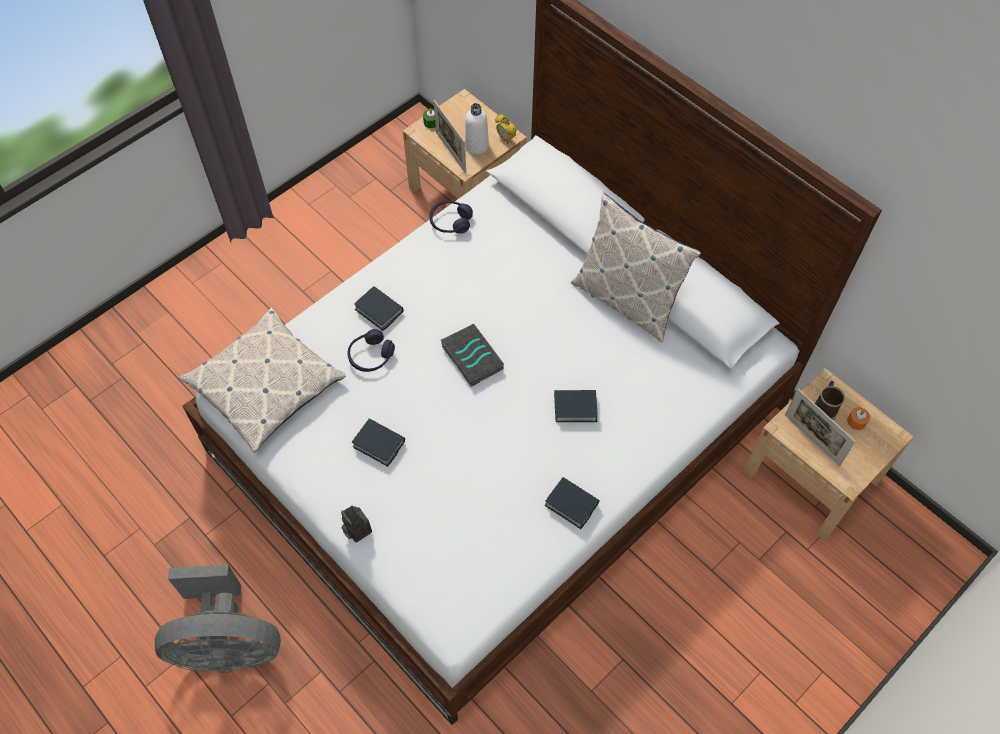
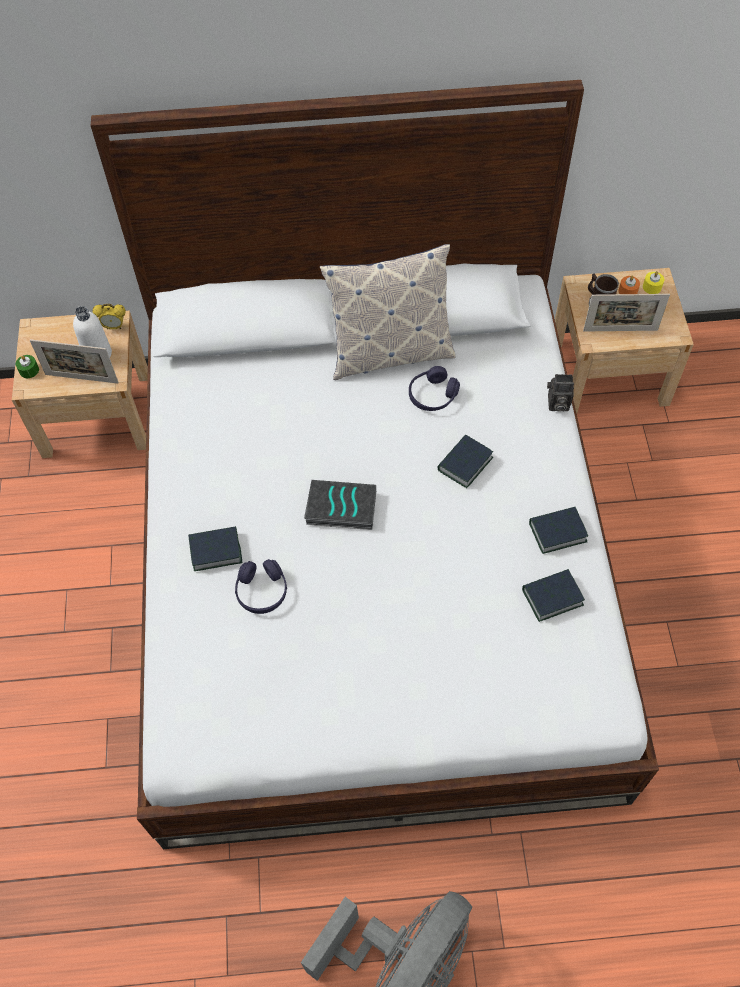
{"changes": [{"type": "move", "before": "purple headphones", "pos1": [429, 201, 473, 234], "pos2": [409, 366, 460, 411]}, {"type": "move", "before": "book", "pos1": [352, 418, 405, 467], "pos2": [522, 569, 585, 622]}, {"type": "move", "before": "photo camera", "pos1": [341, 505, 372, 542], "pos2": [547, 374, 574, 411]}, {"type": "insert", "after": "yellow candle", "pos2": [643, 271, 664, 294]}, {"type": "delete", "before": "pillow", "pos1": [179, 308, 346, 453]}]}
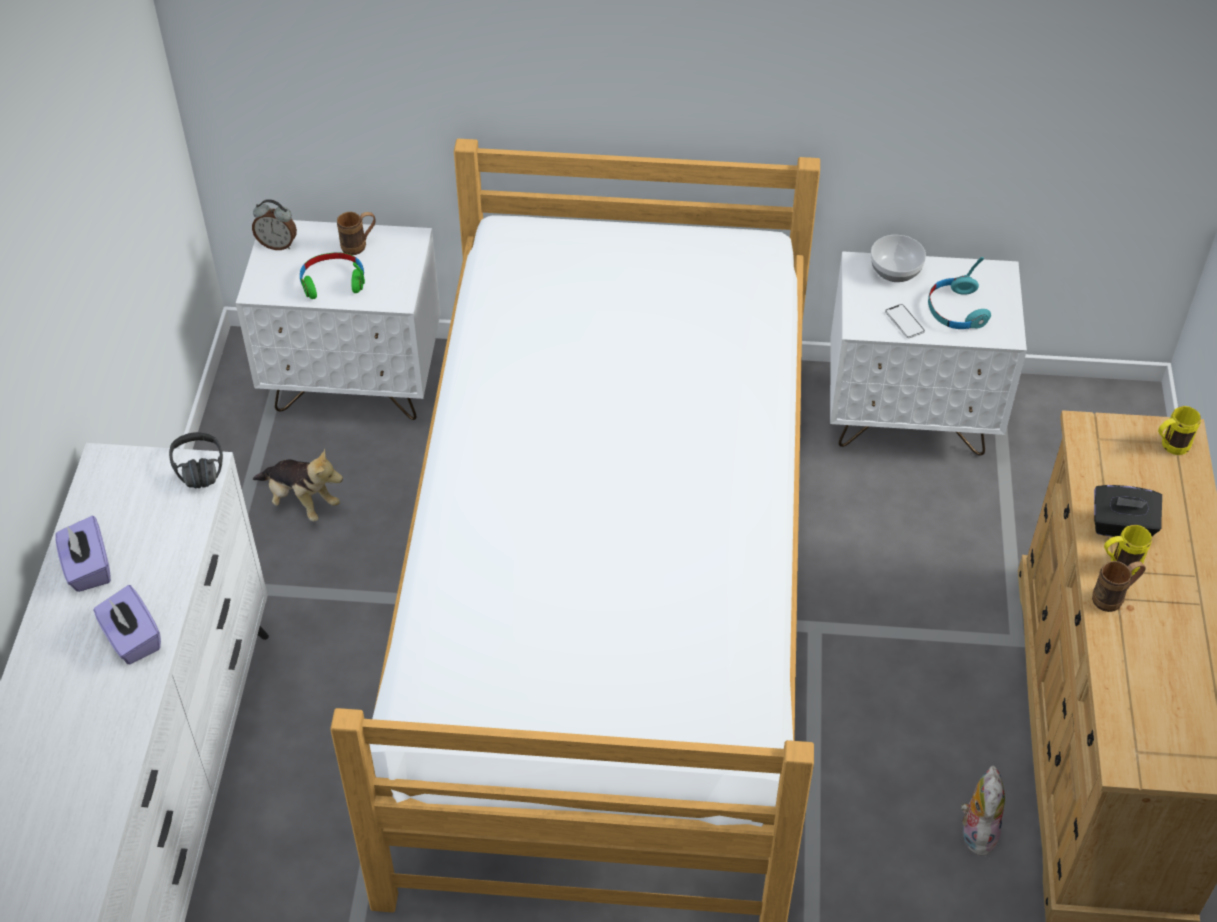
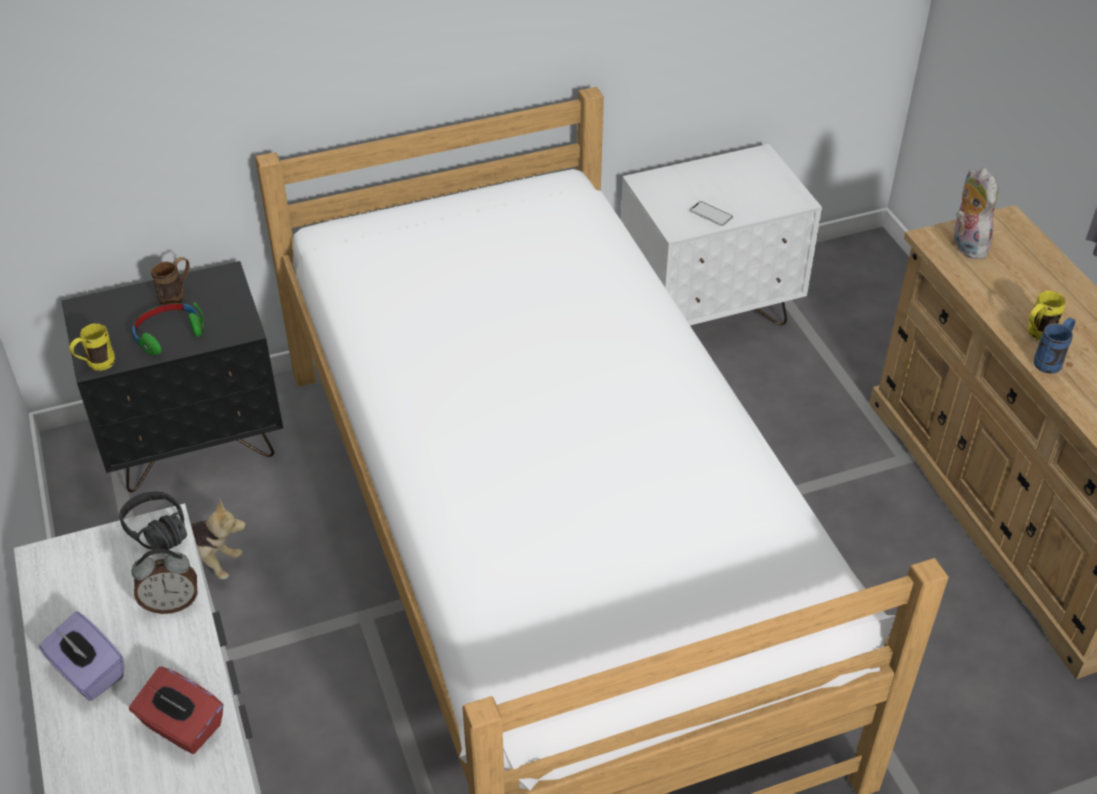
{"changes": [{"type": "recolor", "before": "white nightstand", "after": "black nightstand", "pos1": [236, 220, 441, 420], "pos2": [62, 261, 283, 492]}, {"type": "move", "before": "yellow mug", "pos1": [1158, 406, 1201, 455], "pos2": [69, 323, 115, 371]}, {"type": "recolor", "before": "purple tissue box", "after": "red tissue box", "pos1": [93, 585, 161, 664], "pos2": [129, 667, 223, 754]}, {"type": "move", "before": "alarm clock", "pos1": [252, 199, 297, 250], "pos2": [132, 549, 197, 614]}, {"type": "move", "before": "plush toy", "pos1": [961, 765, 1005, 856], "pos2": [953, 168, 998, 259]}, {"type": "recolor", "before": "brown mug", "after": "blue mug", "pos1": [1092, 561, 1145, 612], "pos2": [1034, 318, 1075, 374]}, {"type": "delete", "before": "bowl", "pos1": [871, 235, 926, 282]}, {"type": "delete", "before": "turquoise headphones", "pos1": [928, 257, 991, 329]}, {"type": "delete", "before": "black tissue box", "pos1": [1094, 485, 1162, 537]}]}
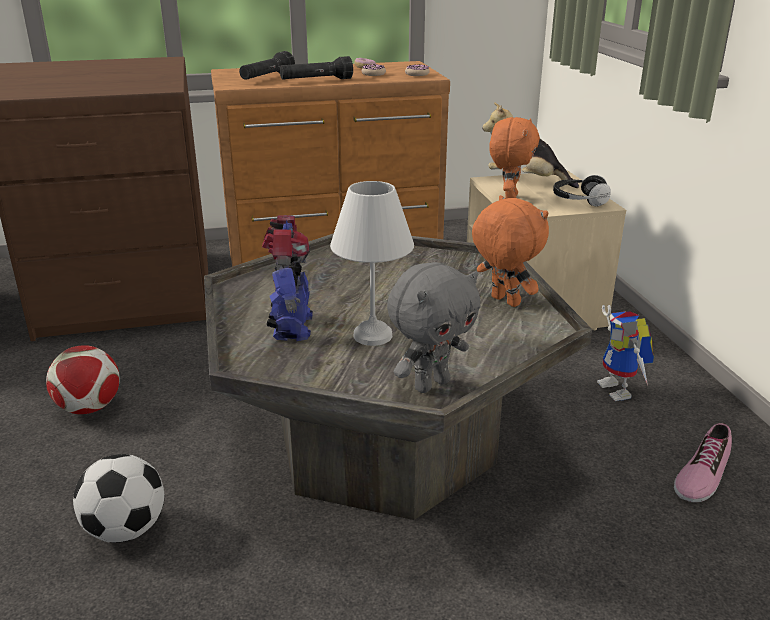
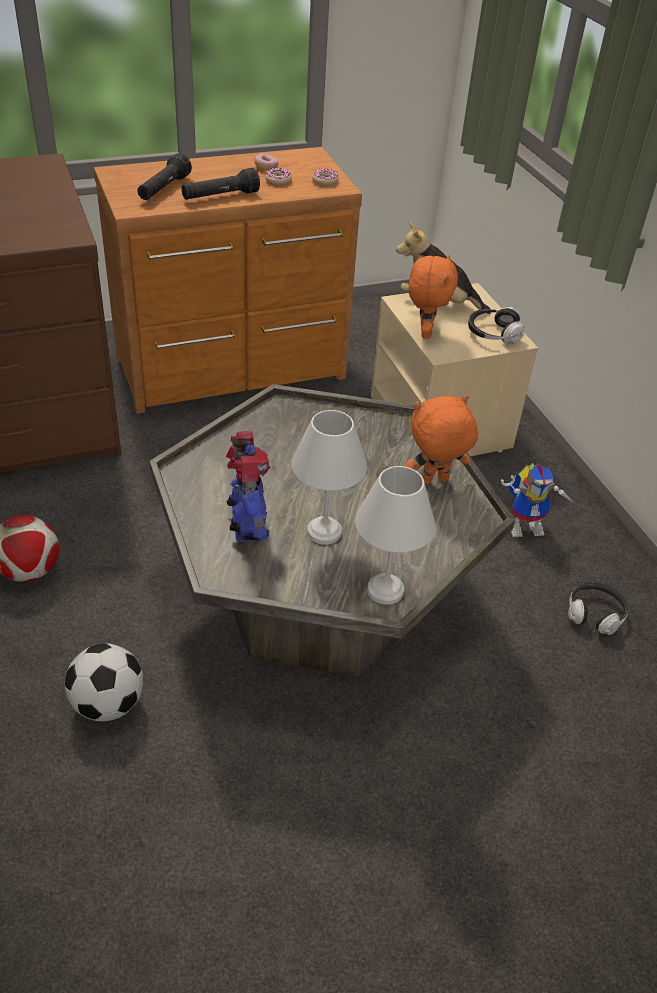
{"changes": [{"type": "replace", "before": "grey plush toy", "after": "white table lamp", "pos1": [387, 262, 481, 393], "pos2": [355, 466, 436, 605]}, {"type": "rotate", "before": "orange plush toy", "pos1": [472, 195, 549, 307], "pos2": [405, 395, 478, 484], "turn": -60}, {"type": "rotate", "before": "toy robot", "pos1": [597, 305, 654, 401], "pos2": [501, 463, 574, 537], "turn": -75}, {"type": "replace", "before": "shoe", "after": "headphones", "pos1": [674, 423, 732, 502], "pos2": [568, 582, 628, 635]}]}
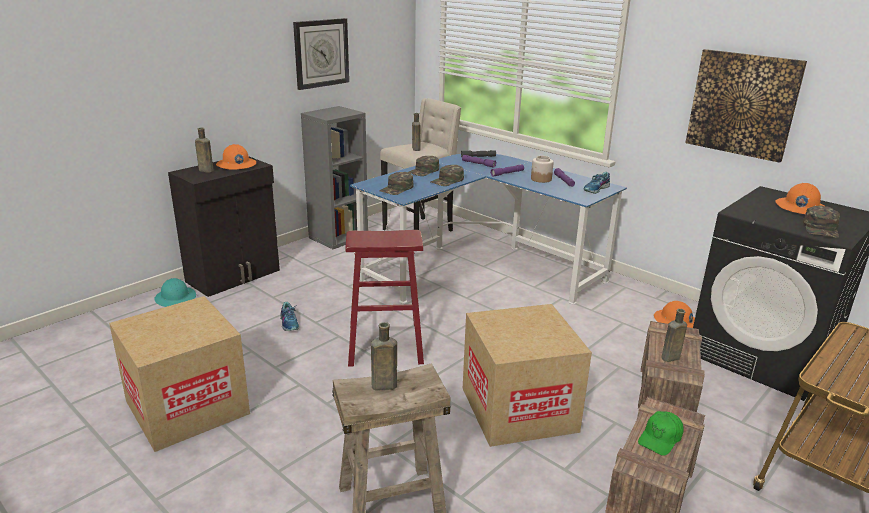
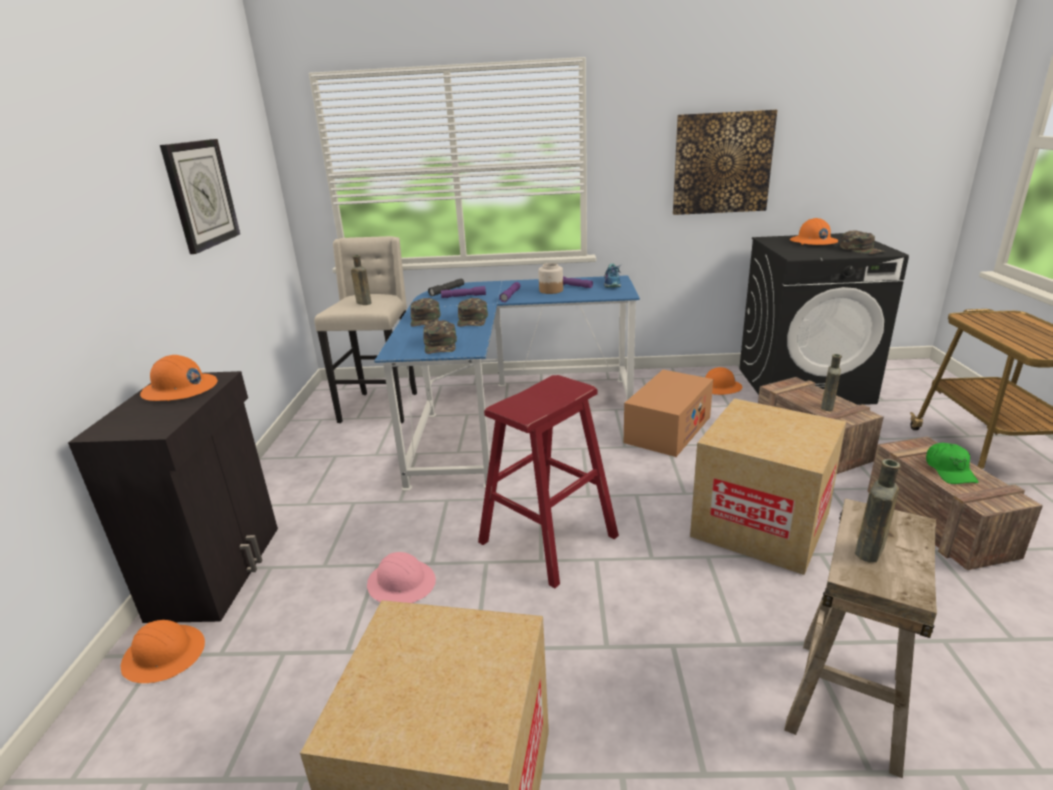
{"changes": [{"type": "recolor", "before": "turquoise hard hat", "after": "orange hard hat", "pos1": [154, 278, 196, 307], "pos2": [121, 620, 205, 683]}, {"type": "replace", "before": "shoe", "after": "pink hard hat", "pos1": [280, 302, 299, 331], "pos2": [367, 552, 436, 603]}, {"type": "insert", "after": "cardboard box", "pos2": [624, 370, 713, 457]}, {"type": "delete", "before": "brown bottle", "pos1": [195, 128, 214, 173]}, {"type": "delete", "before": "grey bookcase", "pos1": [301, 106, 368, 249]}]}
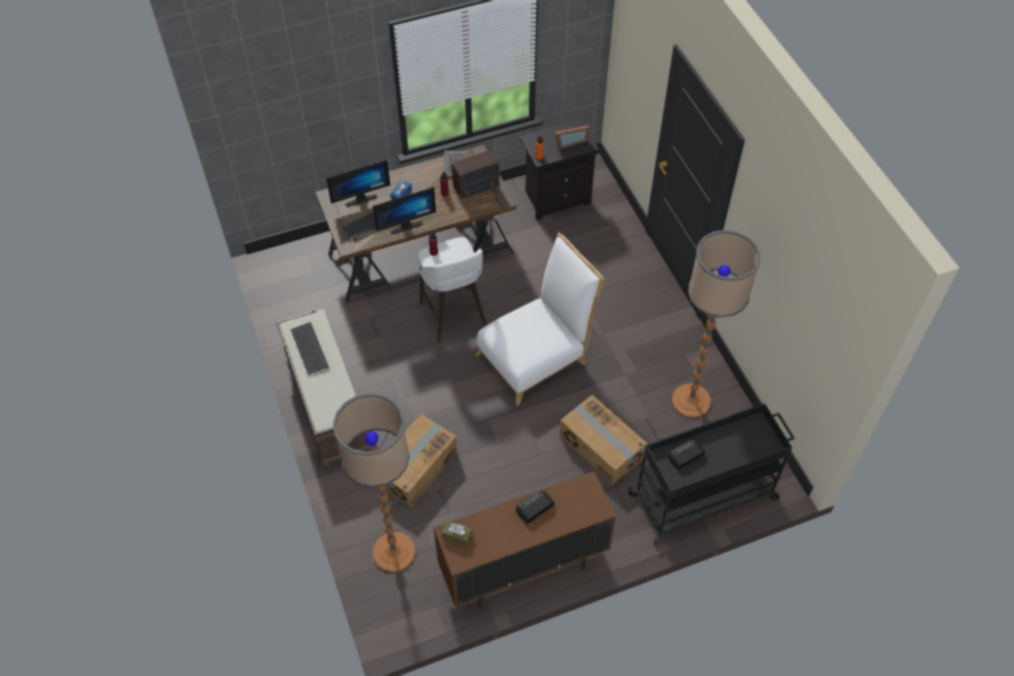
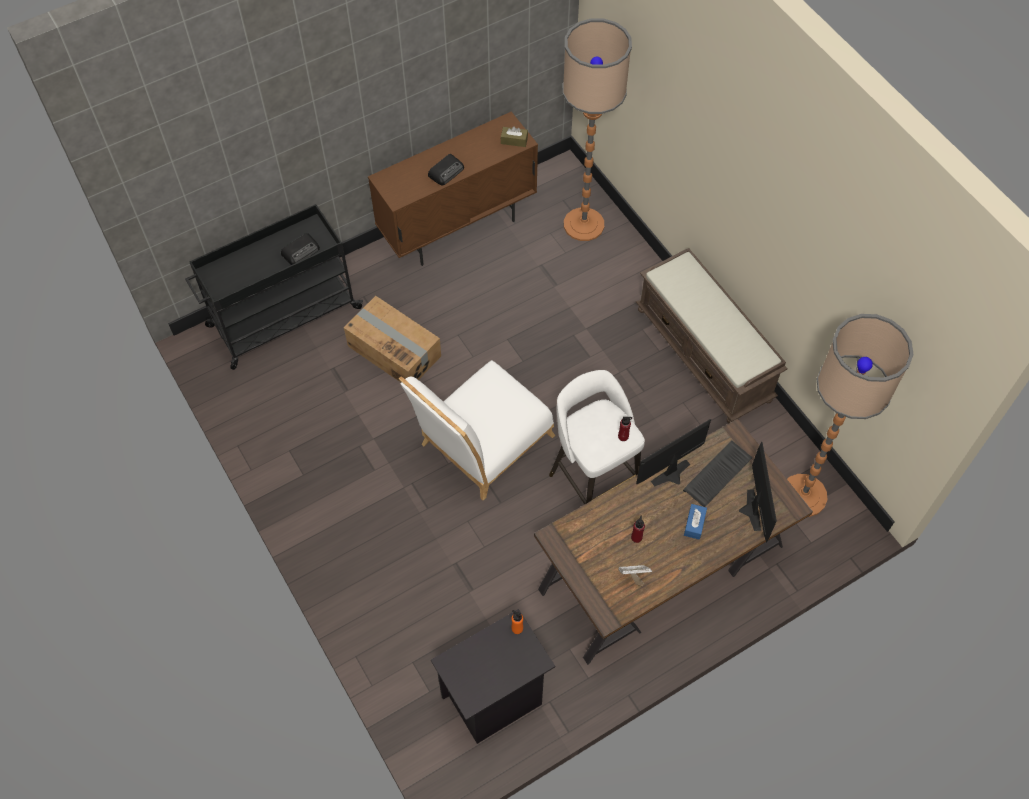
{"changes": [{"type": "rotate", "before": "monitor", "pos1": [326, 160, 390, 207], "pos2": [739, 441, 777, 543], "turn": 120}, {"type": "move", "before": "floor lamp", "pos1": [672, 230, 761, 418], "pos2": [787, 314, 914, 517]}, {"type": "delete", "before": "keyboard", "pos1": [291, 322, 329, 375]}, {"type": "delete", "before": "cardboard box", "pos1": [385, 414, 457, 507]}, {"type": "delete", "before": "radio", "pos1": [452, 150, 499, 199]}, {"type": "delete", "before": "picture frame", "pos1": [554, 125, 589, 150]}]}
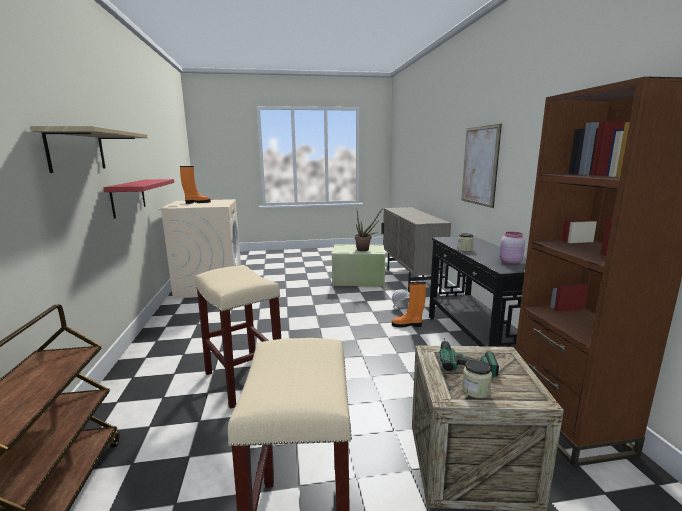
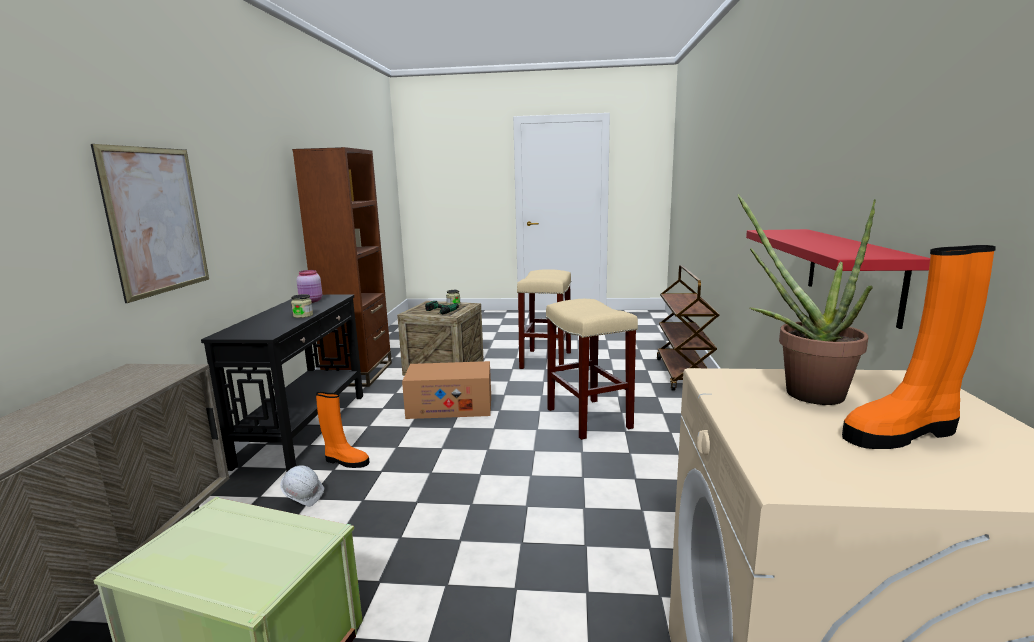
{"changes": [{"type": "insert", "after": "cardboard box", "pos2": [402, 361, 491, 419]}, {"type": "move", "before": "potted plant", "pos1": [355, 208, 383, 251], "pos2": [738, 194, 876, 405]}, {"type": "delete", "before": "shelf", "pos1": [30, 126, 148, 173]}]}
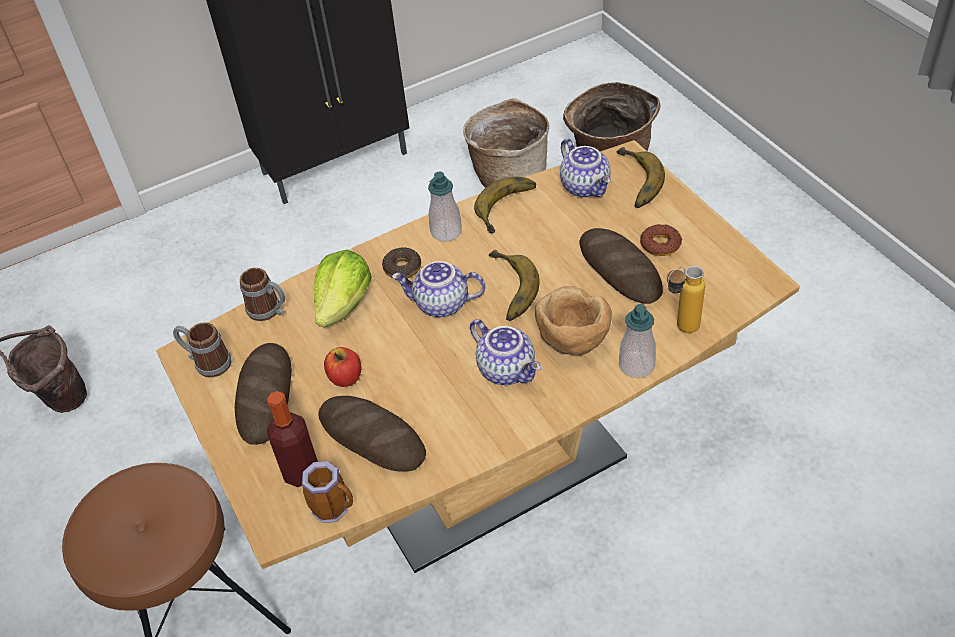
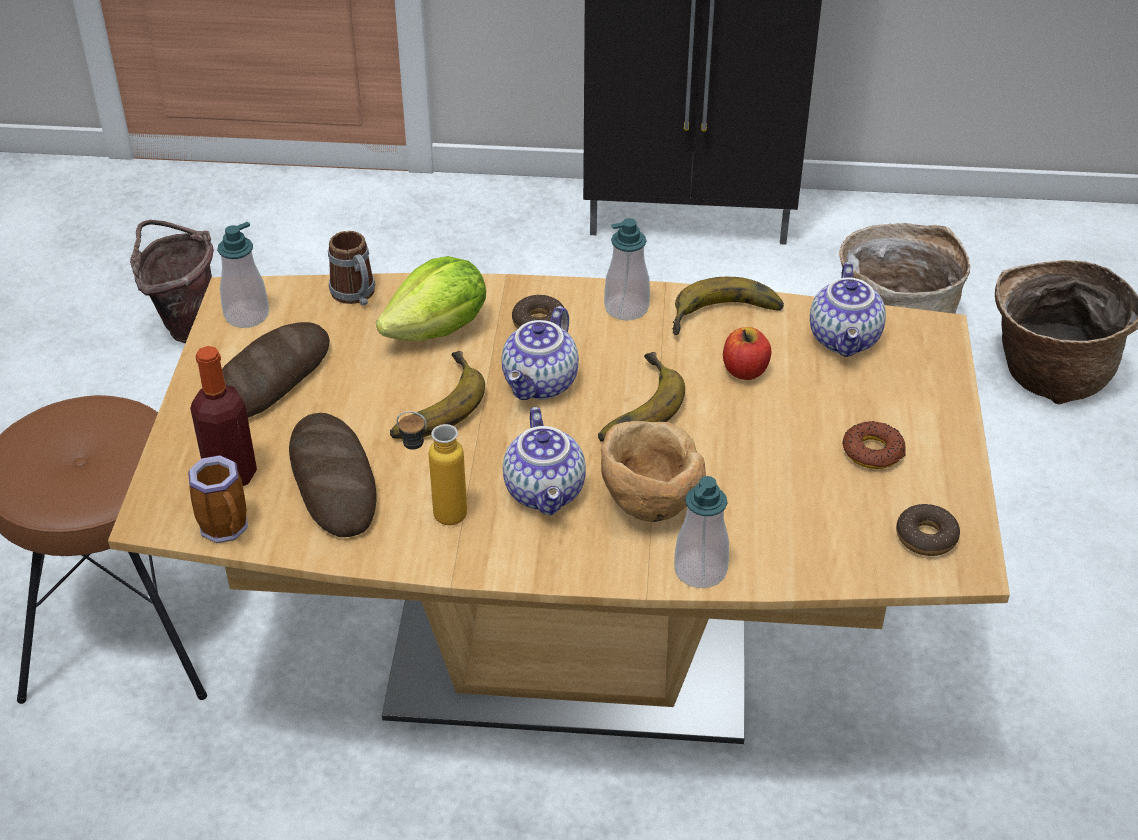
{"changes": [{"type": "replace", "before": "mug", "after": "soap dispenser", "pos1": [173, 322, 231, 378], "pos2": [217, 222, 269, 328]}, {"type": "move", "before": "banana", "pos1": [617, 147, 665, 208], "pos2": [390, 351, 485, 439]}, {"type": "move", "before": "bottle", "pos1": [667, 266, 705, 333], "pos2": [396, 411, 467, 525]}, {"type": "rotate", "before": "teapot", "pos1": [392, 261, 485, 318], "pos2": [501, 306, 579, 400], "turn": -105}, {"type": "move", "before": "apple", "pos1": [324, 347, 361, 387], "pos2": [723, 327, 771, 380]}, {"type": "insert", "after": "donut", "pos2": [896, 504, 960, 556]}, {"type": "delete", "before": "bread", "pos1": [579, 228, 663, 304]}]}
